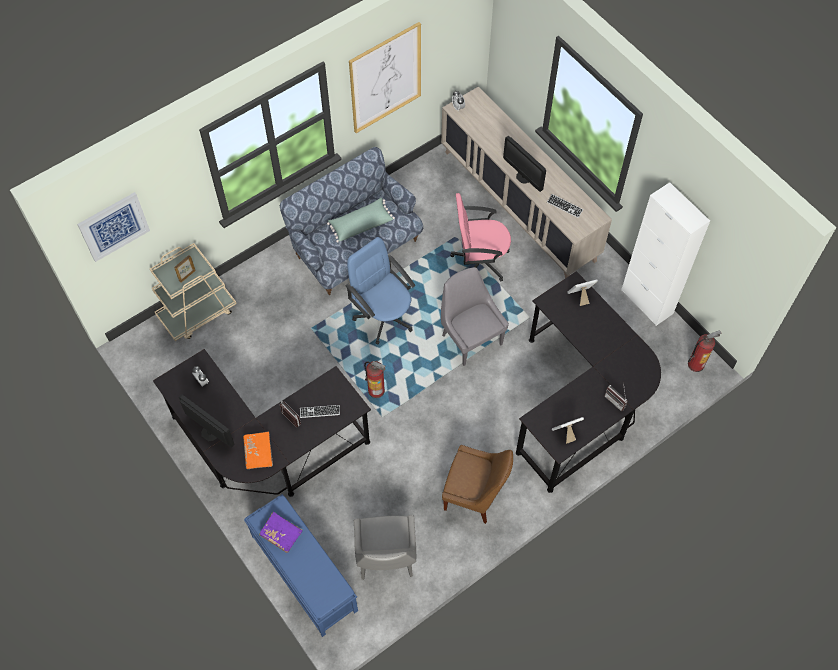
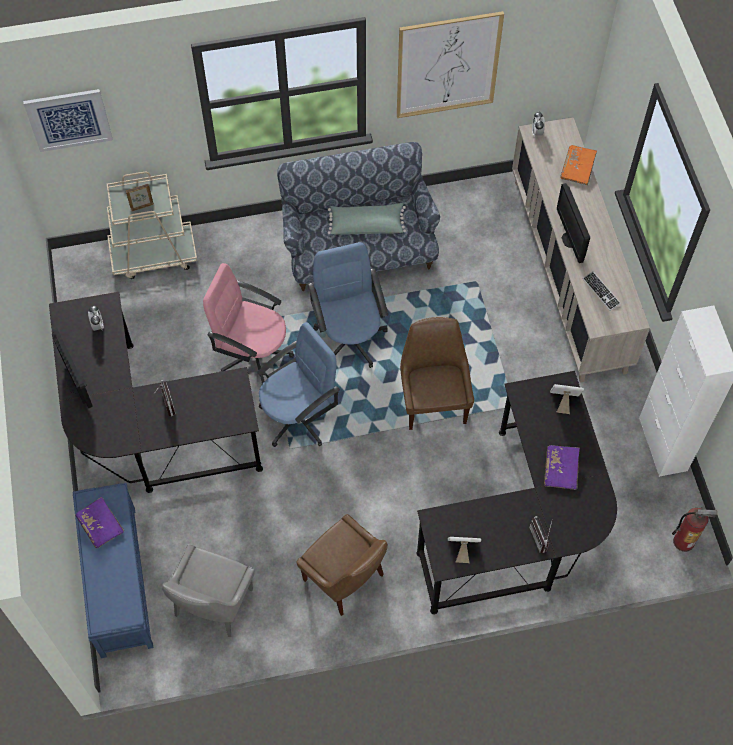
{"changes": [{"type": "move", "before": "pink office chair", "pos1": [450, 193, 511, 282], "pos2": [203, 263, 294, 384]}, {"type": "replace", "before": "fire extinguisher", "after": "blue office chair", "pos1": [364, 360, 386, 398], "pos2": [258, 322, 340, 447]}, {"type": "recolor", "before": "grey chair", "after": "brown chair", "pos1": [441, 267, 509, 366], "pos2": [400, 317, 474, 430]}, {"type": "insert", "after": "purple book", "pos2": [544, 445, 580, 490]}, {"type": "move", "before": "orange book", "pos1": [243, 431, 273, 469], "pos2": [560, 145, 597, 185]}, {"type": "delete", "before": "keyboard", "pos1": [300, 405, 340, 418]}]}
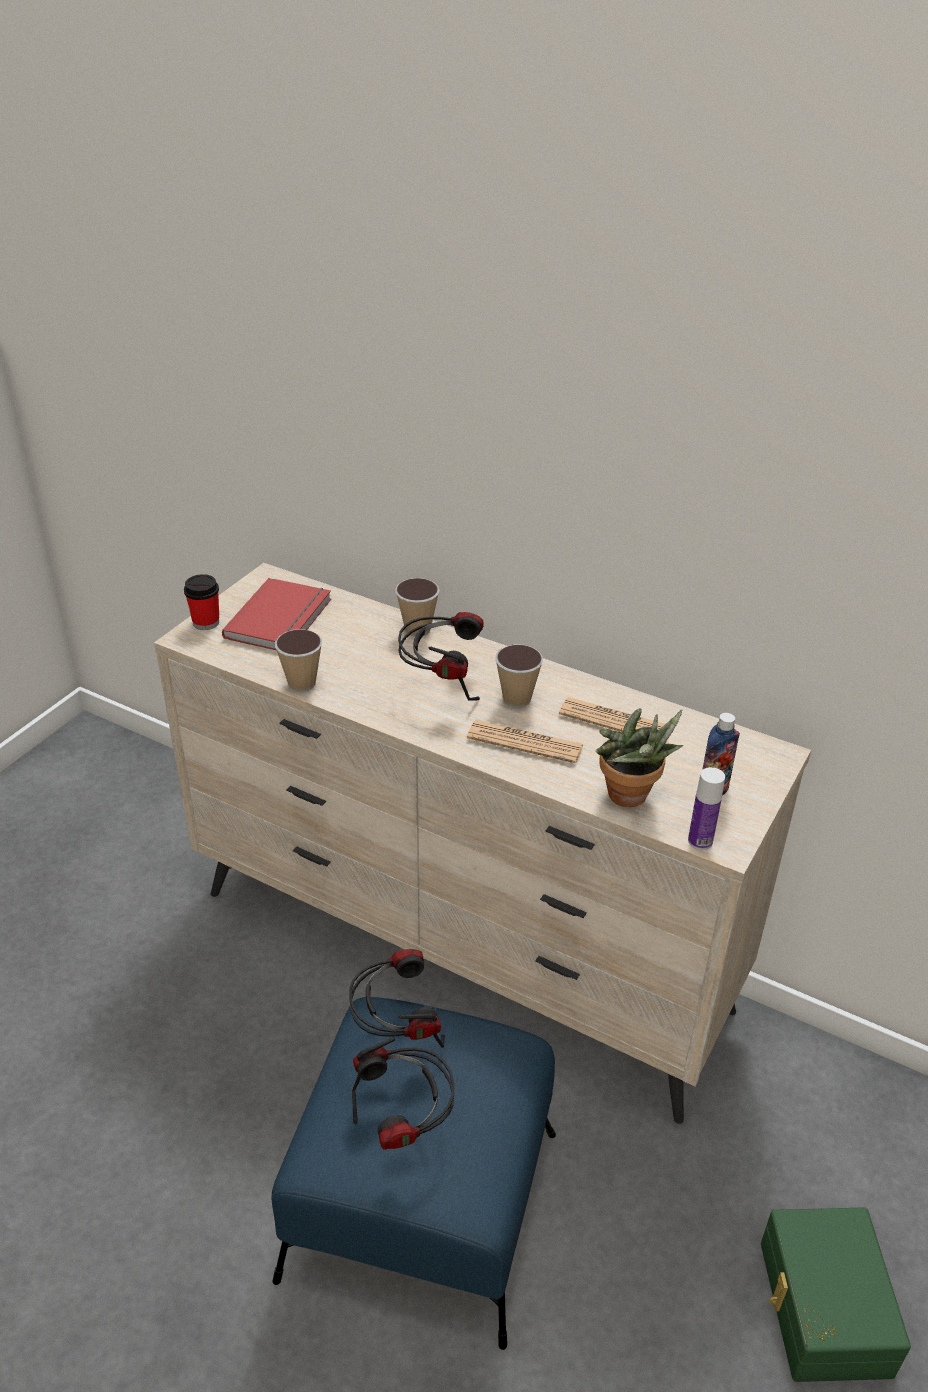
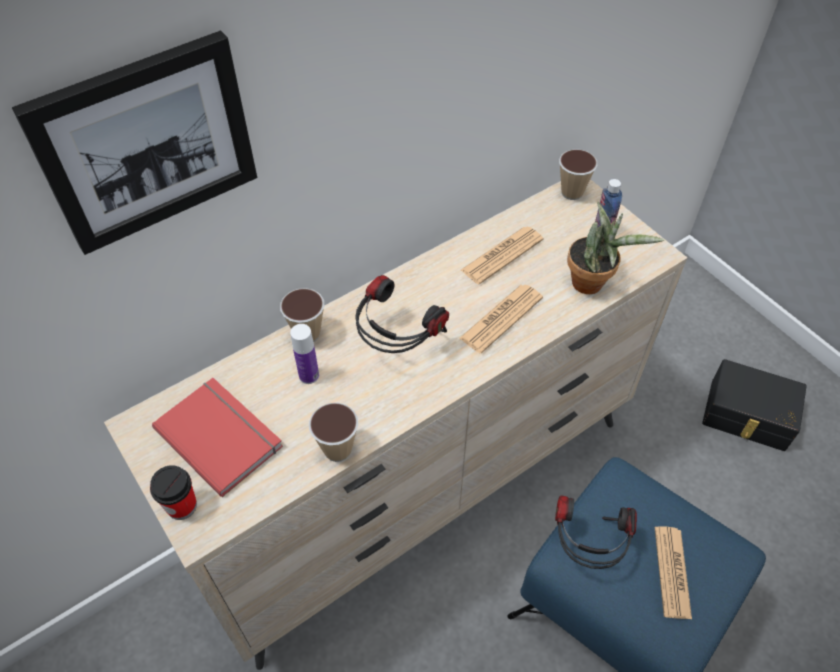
{"changes": [{"type": "insert", "after": "picture", "pos2": [12, 31, 257, 255]}, {"type": "move", "before": "bottle", "pos1": [688, 767, 725, 850], "pos2": [290, 324, 319, 384]}, {"type": "move", "before": "cup", "pos1": [495, 644, 543, 708], "pos2": [559, 149, 598, 200]}, {"type": "replace", "before": "headphones", "after": "newspaper", "pos1": [352, 1038, 455, 1150], "pos2": [655, 526, 692, 619]}, {"type": "recolor", "before": "green storage box", "after": "black storage box", "pos1": [761, 1207, 911, 1382], "pos2": [702, 359, 807, 451]}]}
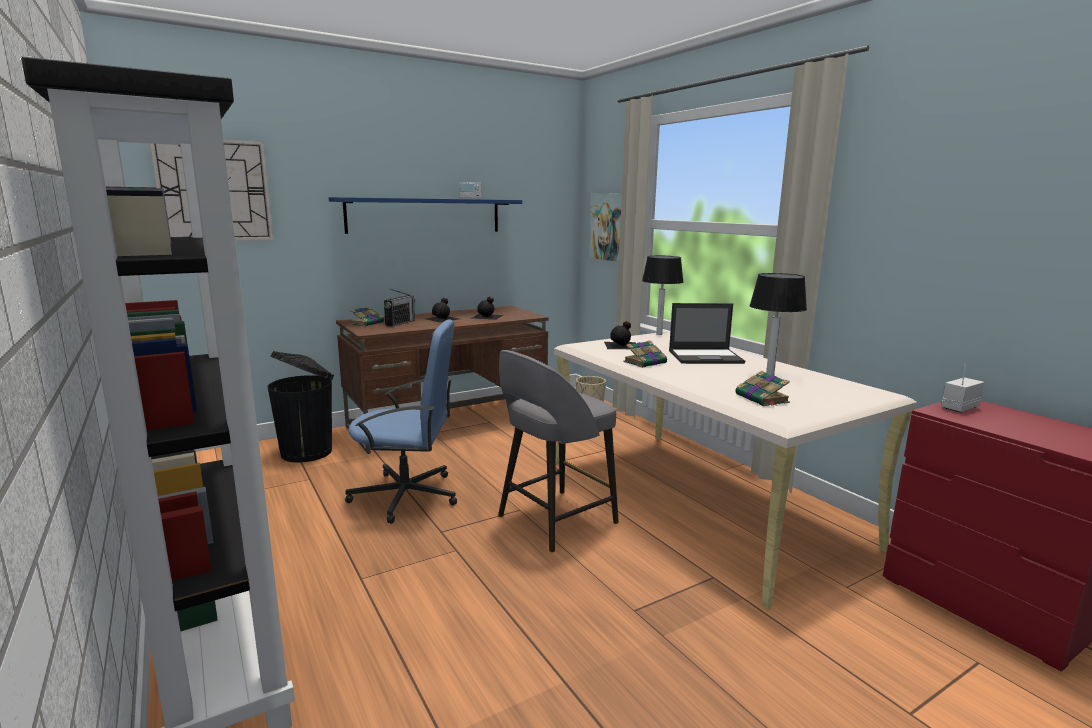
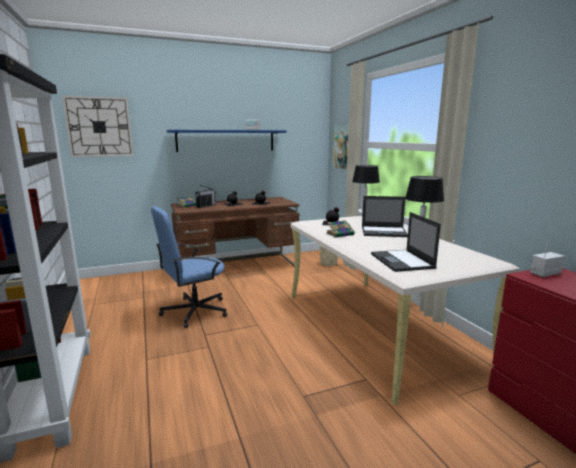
{"changes": [{"type": "rotate", "before": "blue office chair", "pos1": [345, 319, 457, 524], "pos2": [151, 206, 227, 328], "turn": 135}, {"type": "replace", "before": "book", "after": "laptop", "pos1": [735, 371, 790, 406], "pos2": [371, 212, 441, 272]}, {"type": "delete", "before": "black trash can", "pos1": [268, 351, 334, 463]}, {"type": "delete", "before": "grey stool", "pos1": [498, 350, 619, 553]}]}
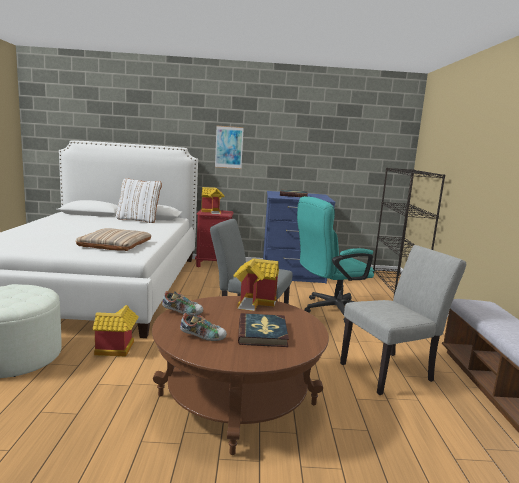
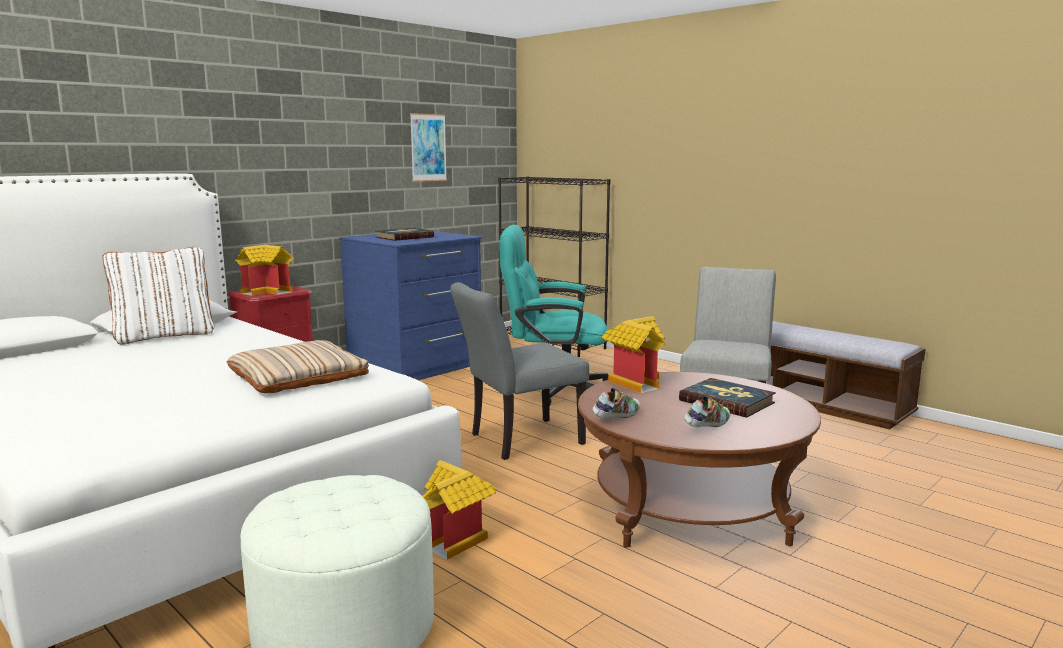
{"changes": [{"type": "move", "before": "picture", "pos1": [215, 126, 244, 169], "pos2": [410, 113, 447, 182]}, {"type": "rotate", "before": "turquoise office chair", "pos1": [297, 196, 374, 323], "pos2": [499, 225, 608, 405], "turn": 75}]}
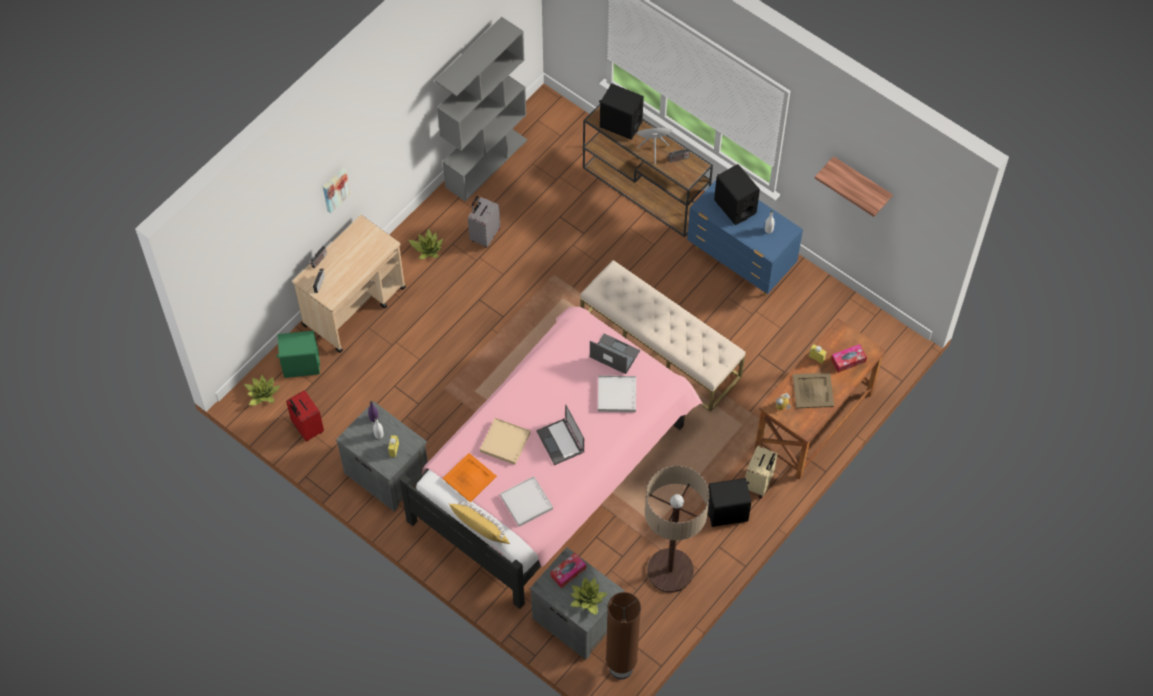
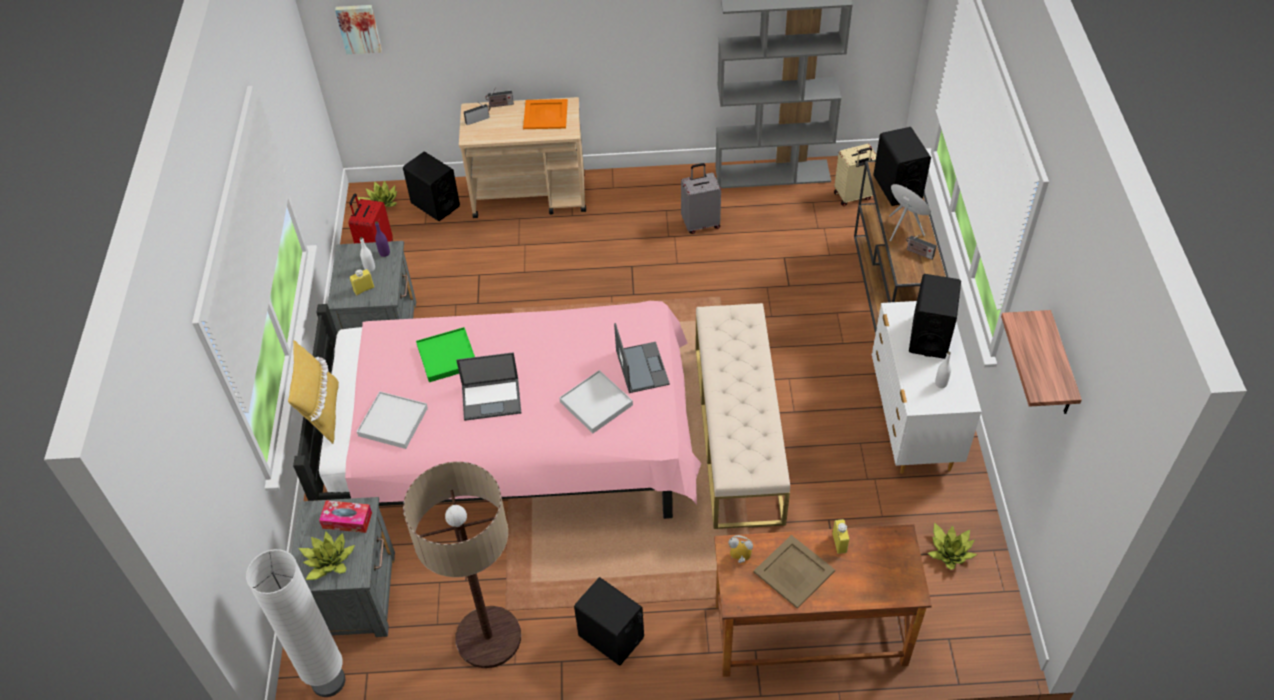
{"changes": [{"type": "recolor", "before": "brown floor lamp", "after": "white floor lamp", "pos1": [606, 592, 641, 679], "pos2": [246, 549, 345, 697]}, {"type": "move", "before": "picture", "pos1": [323, 168, 350, 213], "pos2": [335, 5, 382, 54]}, {"type": "recolor", "before": "green speaker", "after": "black speaker", "pos1": [276, 331, 320, 378], "pos2": [403, 152, 460, 221]}, {"type": "recolor", "before": "beige tray", "after": "green tray", "pos1": [480, 418, 530, 465], "pos2": [416, 327, 475, 382]}, {"type": "rotate", "before": "laptop", "pos1": [536, 404, 584, 465], "pos2": [456, 352, 521, 421], "turn": -120}, {"type": "move", "before": "orange tray", "pos1": [442, 453, 497, 502], "pos2": [523, 99, 568, 129]}, {"type": "move", "before": "beige suitcase", "pos1": [745, 445, 778, 498], "pos2": [834, 144, 877, 206]}, {"type": "recolor", "before": "blue dresser", "after": "white dresser", "pos1": [687, 180, 803, 296], "pos2": [872, 301, 981, 474]}, {"type": "move", "before": "potted plant", "pos1": [409, 228, 444, 259], "pos2": [928, 522, 977, 570]}, {"type": "delete", "before": "tissue box", "pos1": [831, 344, 867, 373]}]}
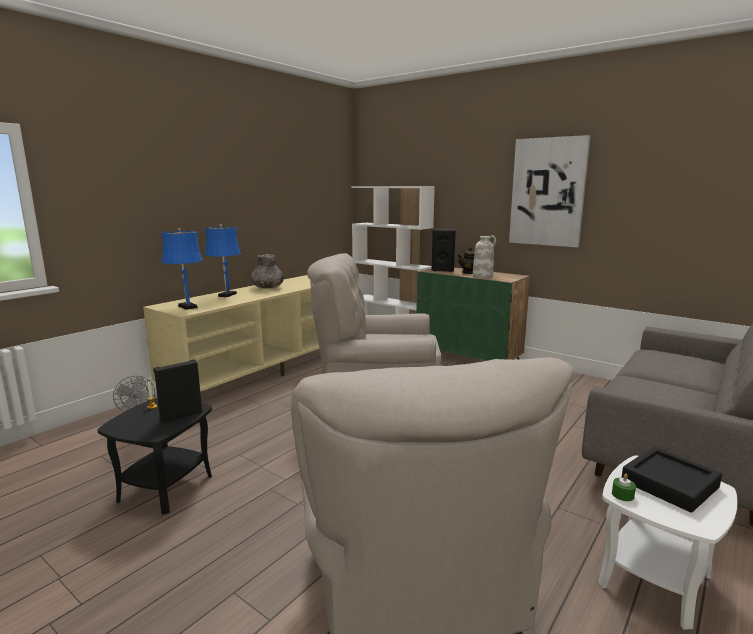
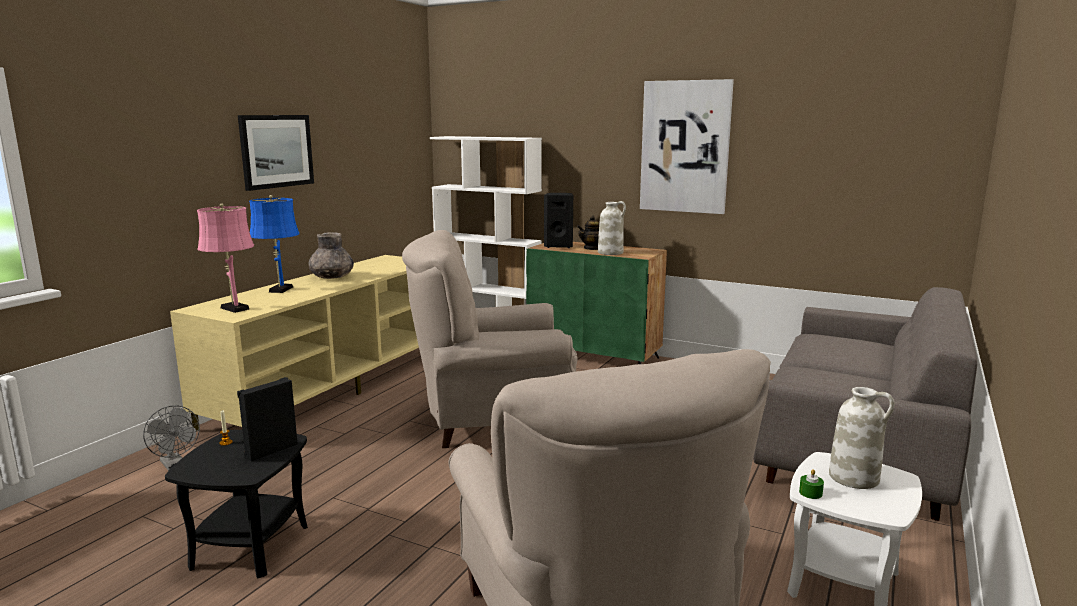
{"changes": [{"type": "recolor", "before": "blue table lamp", "after": "pink table lamp", "pos1": [161, 228, 203, 310], "pos2": [197, 203, 254, 313]}, {"type": "insert", "after": "picture", "pos2": [238, 115, 314, 191]}, {"type": "replace", "before": "black tray", "after": "white vase", "pos1": [621, 447, 722, 513], "pos2": [829, 387, 894, 489]}]}
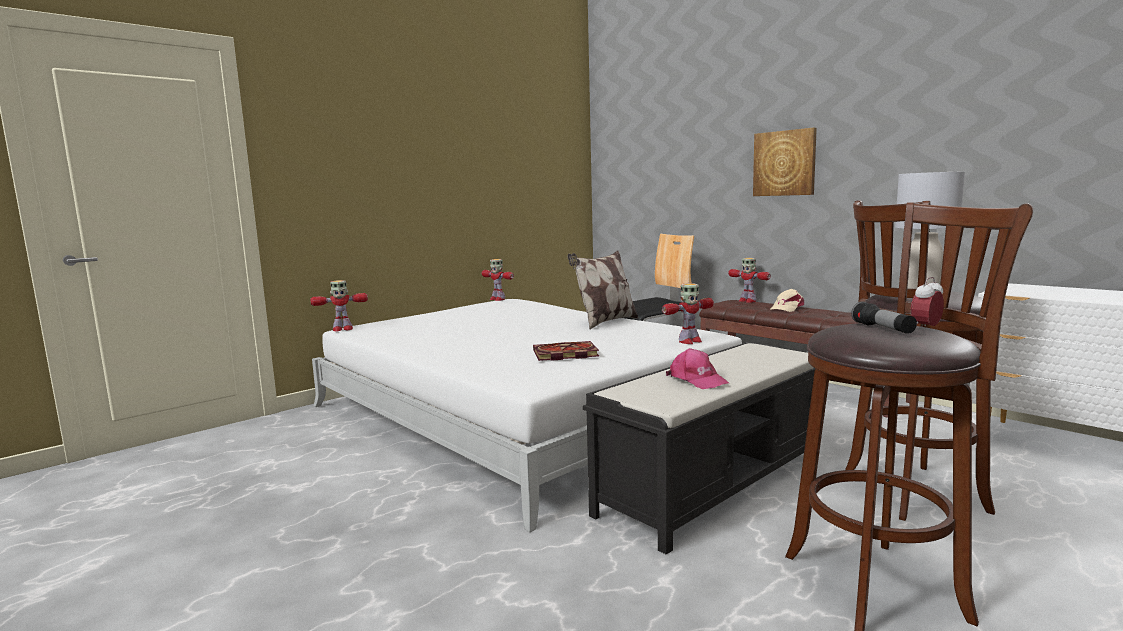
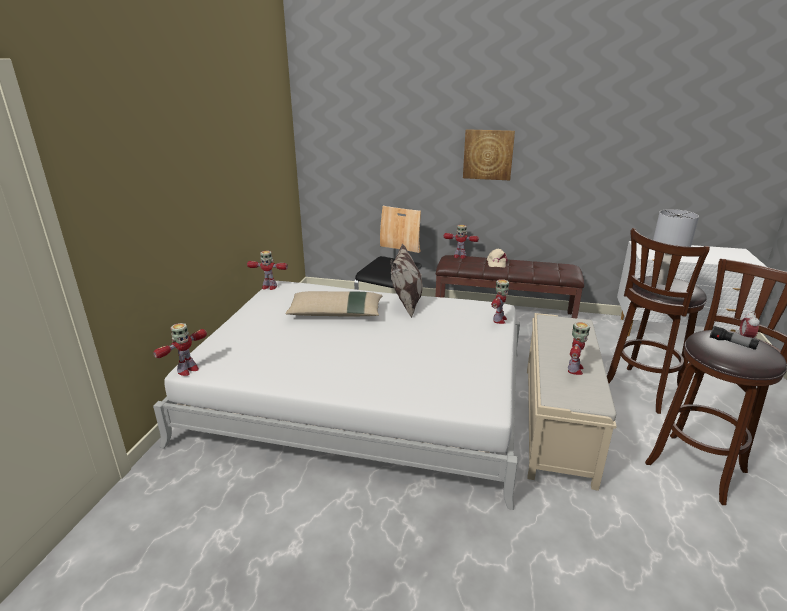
{"changes": [{"type": "insert", "after": "beige pillow", "pos2": [285, 291, 382, 317]}, {"type": "recolor", "before": "black bench", "after": "beige bench", "pos1": [583, 342, 815, 555], "pos2": [527, 313, 617, 491]}, {"type": "replace", "before": "pink cap", "after": "toy robot", "pos1": [666, 348, 729, 389], "pos2": [568, 322, 590, 375]}, {"type": "delete", "before": "book", "pos1": [533, 341, 599, 361]}]}
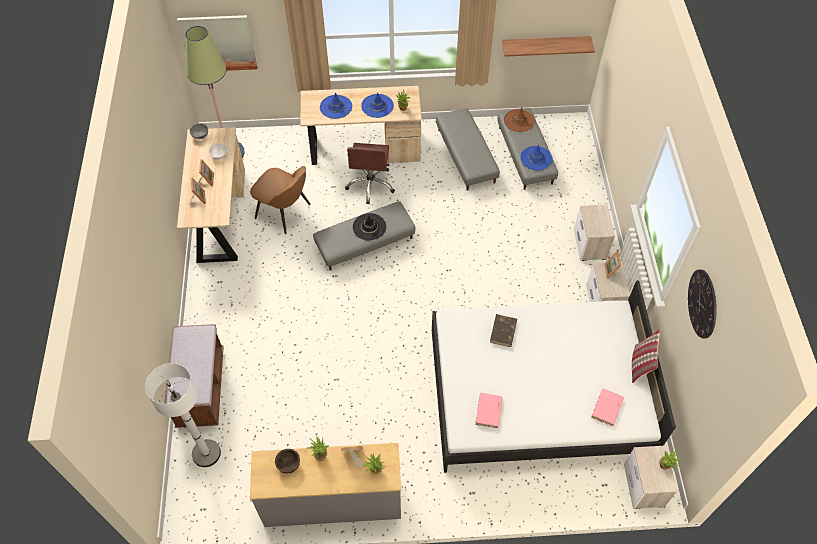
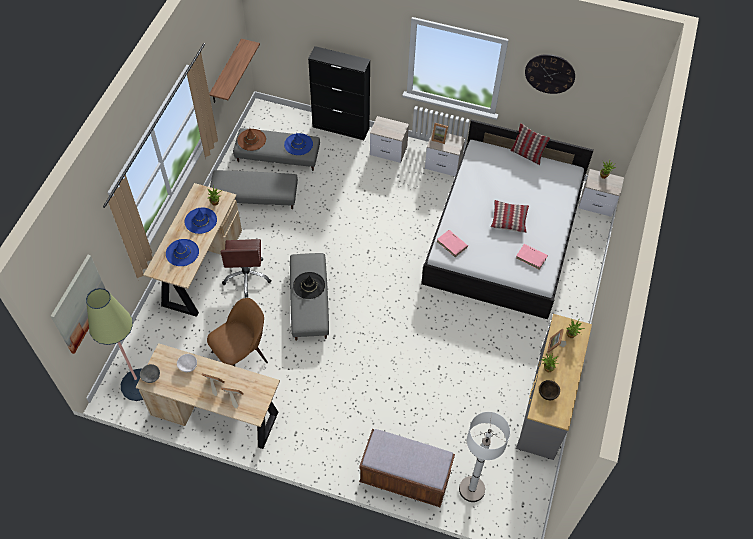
{"changes": [{"type": "rotate", "before": "brown office chair", "pos1": [345, 143, 395, 204], "pos2": [221, 239, 272, 298], "turn": 60}, {"type": "insert", "after": "black cabinet", "pos2": [308, 46, 370, 140]}, {"type": "move", "before": "pink book", "pos1": [591, 388, 624, 426], "pos2": [437, 230, 468, 257]}, {"type": "insert", "after": "pillow", "pos2": [490, 200, 529, 233]}, {"type": "delete", "before": "brown book", "pos1": [490, 314, 517, 347]}]}
